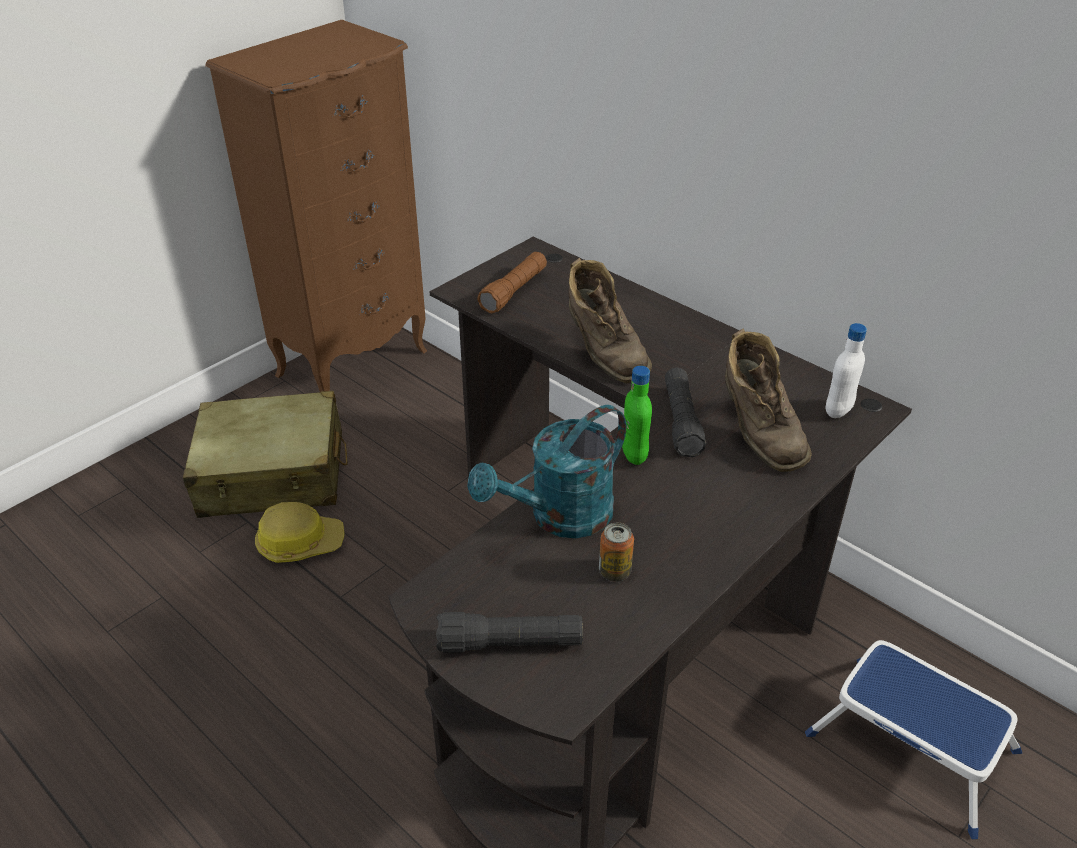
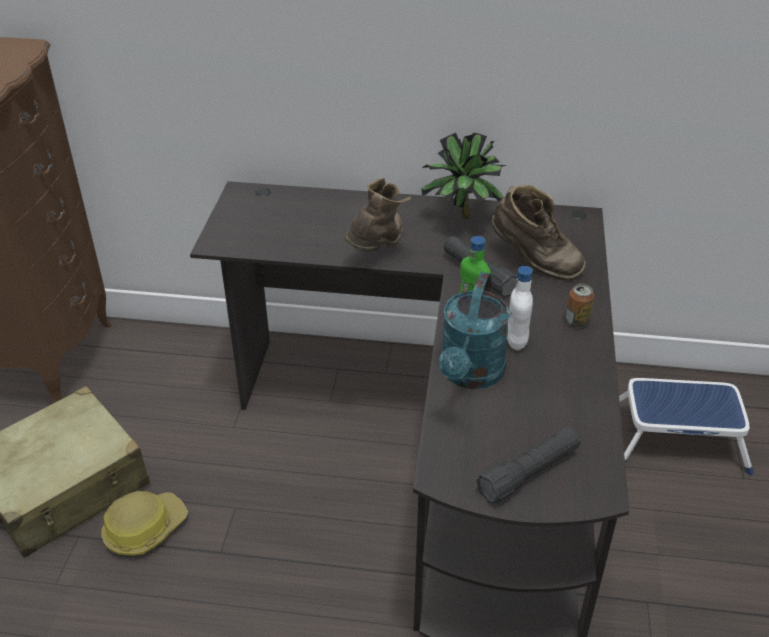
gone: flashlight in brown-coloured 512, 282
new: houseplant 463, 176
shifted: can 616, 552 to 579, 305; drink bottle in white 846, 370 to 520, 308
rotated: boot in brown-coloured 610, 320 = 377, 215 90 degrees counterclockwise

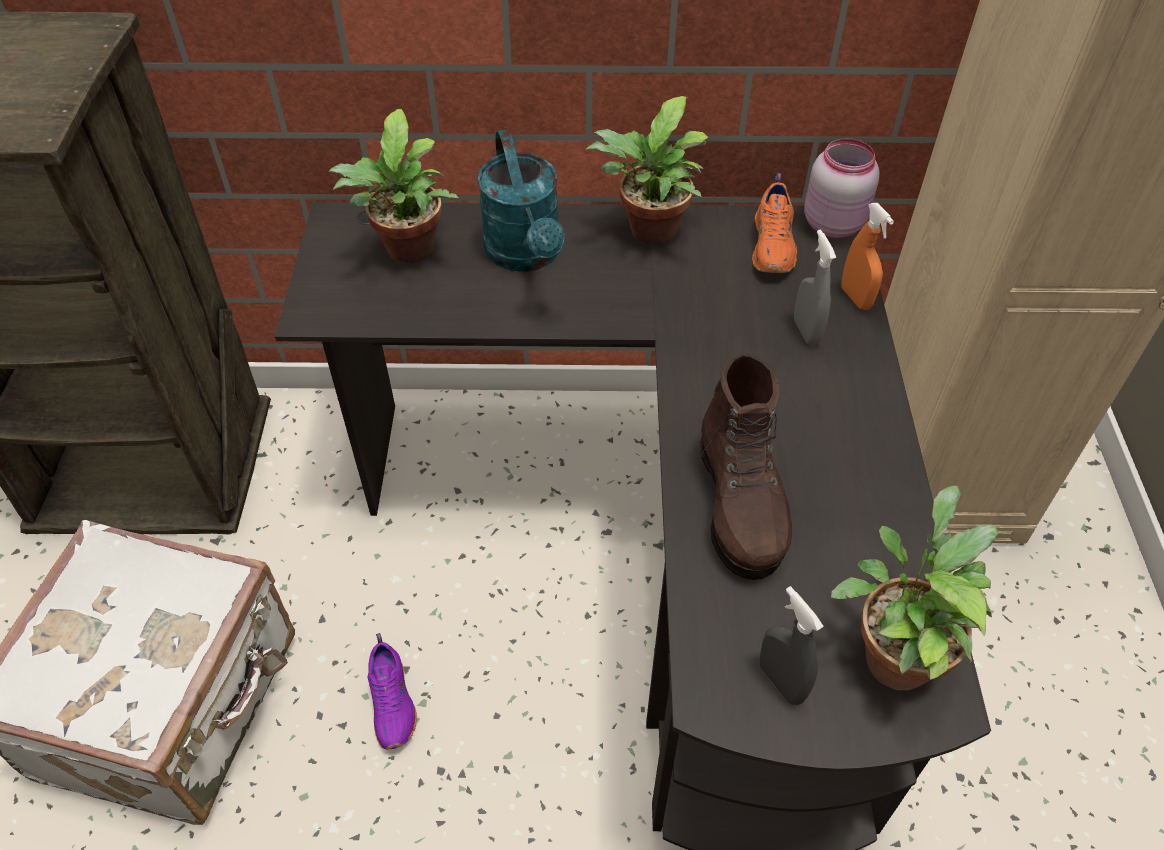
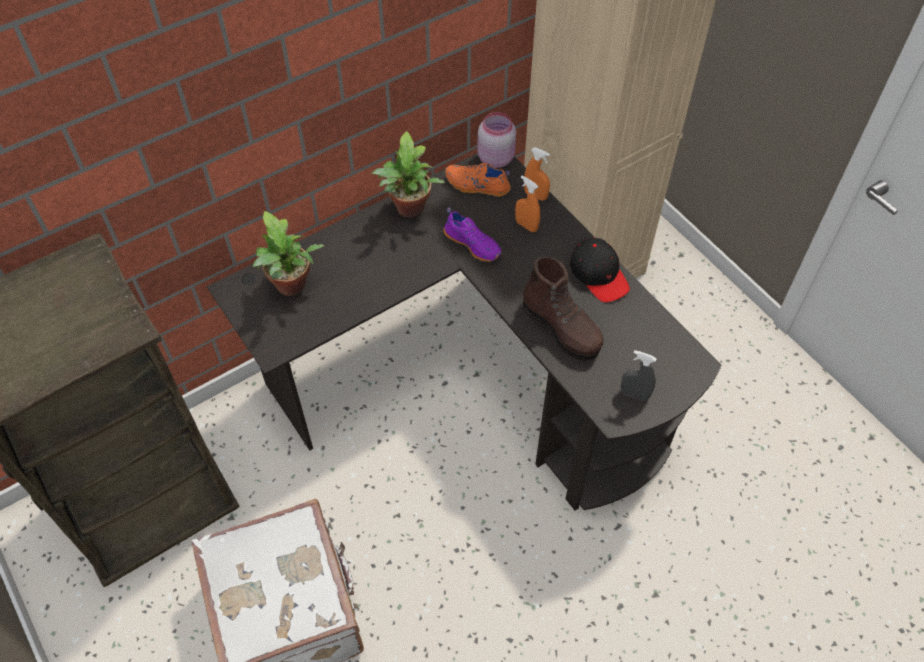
gone: watering pot in turquoise-coloured 521, 200; houseplant 914, 588
new: baseball cap in black 600, 270
shifted: item of footwear in purple 392, 691 to 473, 235
repainted: hand sprayer in grey 815, 287 to hand sprayer in orangey 527, 204
rotated: item of footwear in orangey 774, 223 = 478, 180 135 degrees clockwise

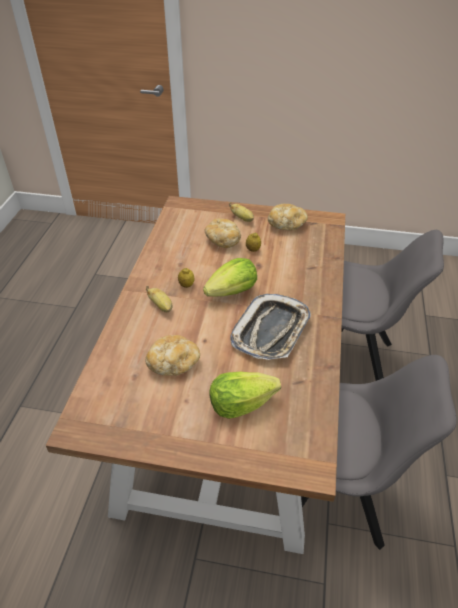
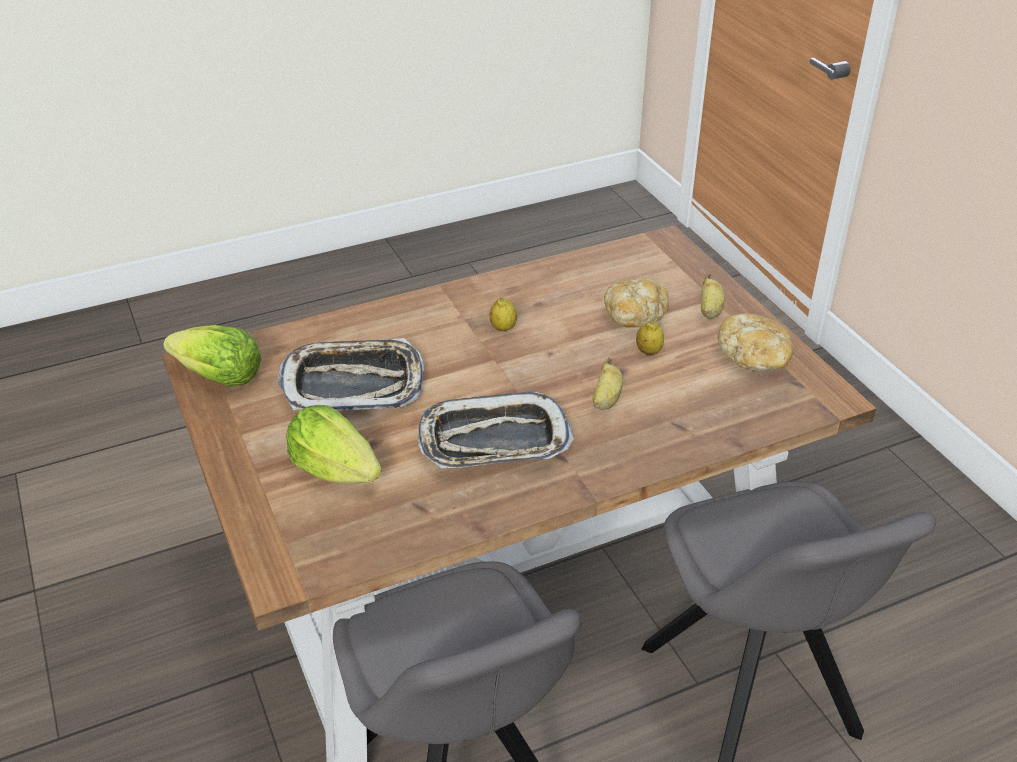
shifted: banana 159, 299 to 608, 383; lettuce head 230, 277 to 212, 356
swapped: baked bread 172, 355 to tray 351, 374

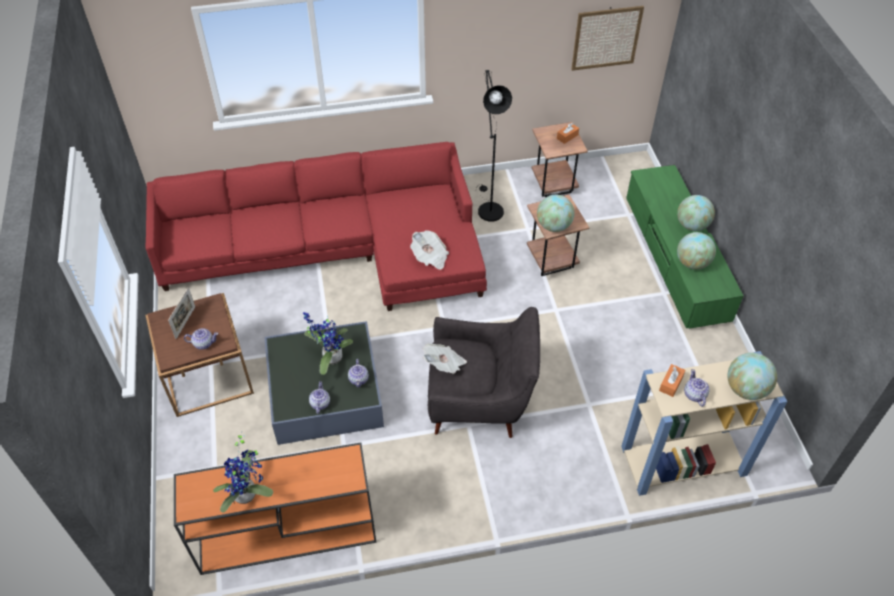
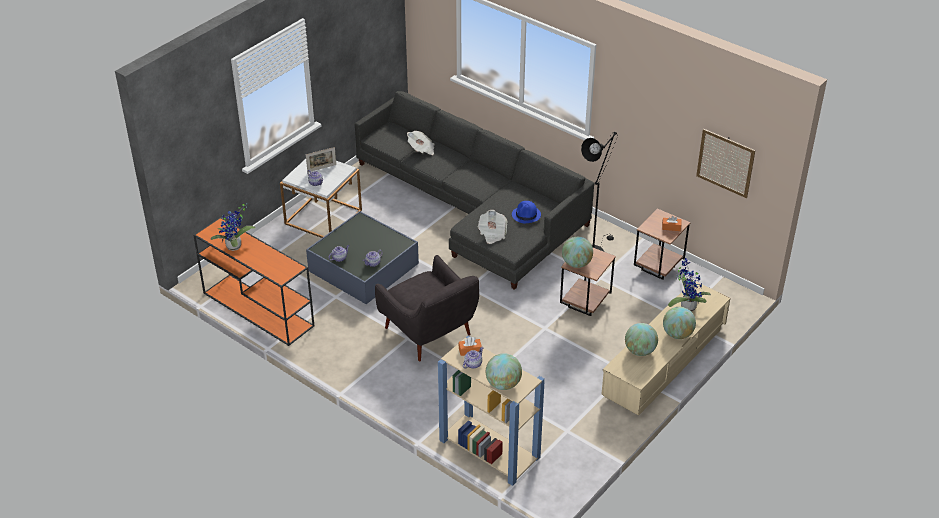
new: clothing hat in bluish 526, 212
shifted: houseplant 328, 343 to 689, 285; daily paper 444, 359 to 421, 143
repainted: end table in brown-coloured 199, 355 to end table in white 321, 198; sofa in reddish 316, 226 to sofa in grey 474, 190; tv unit in green 685, 247 to tv unit in beige-coloured 666, 348

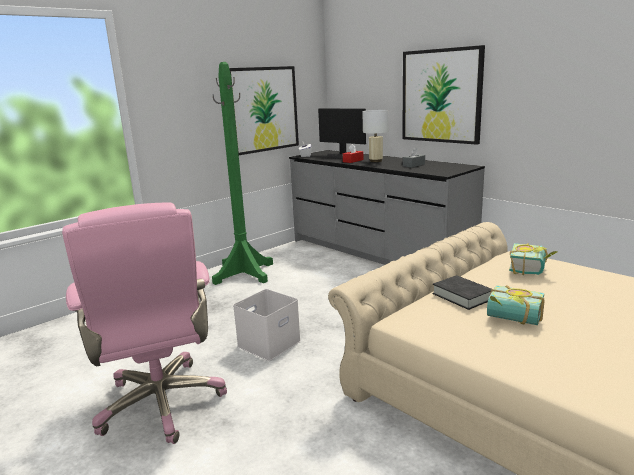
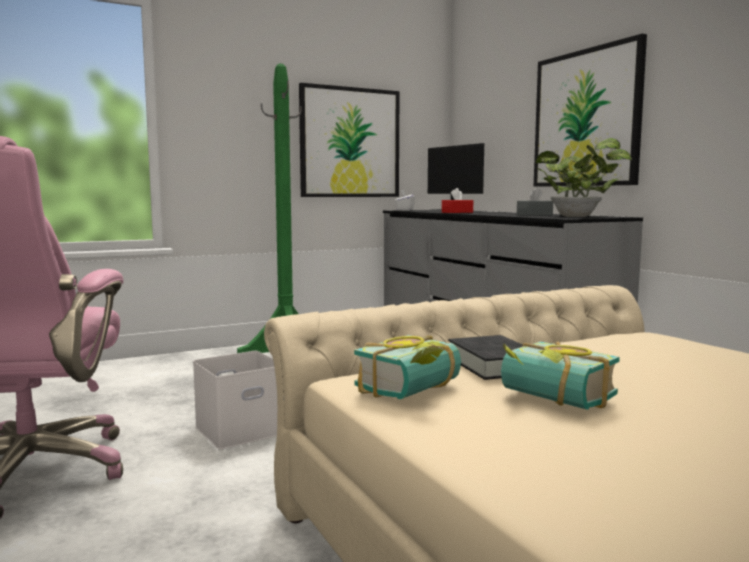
gone: table lamp in white 376, 136
new: houseplant 584, 177
shifted: volume 533, 259 to 407, 367

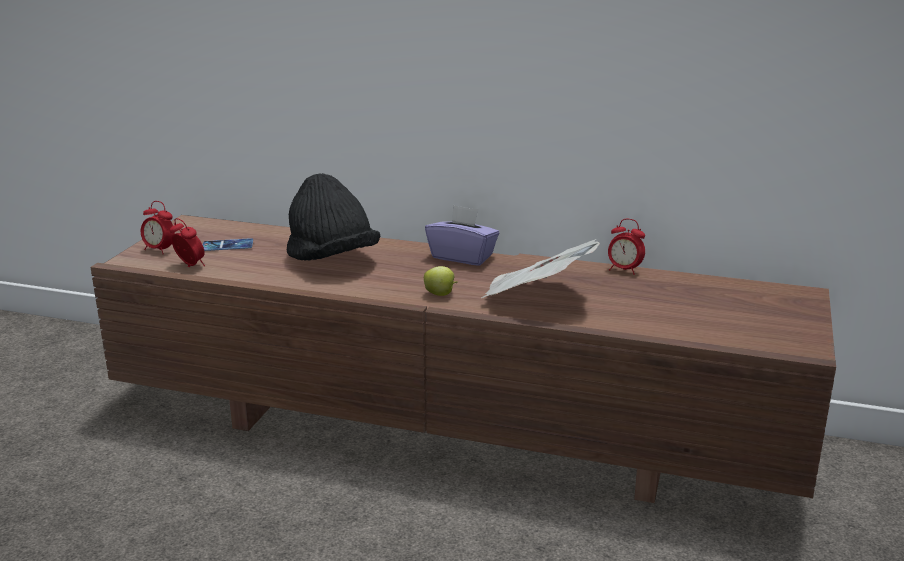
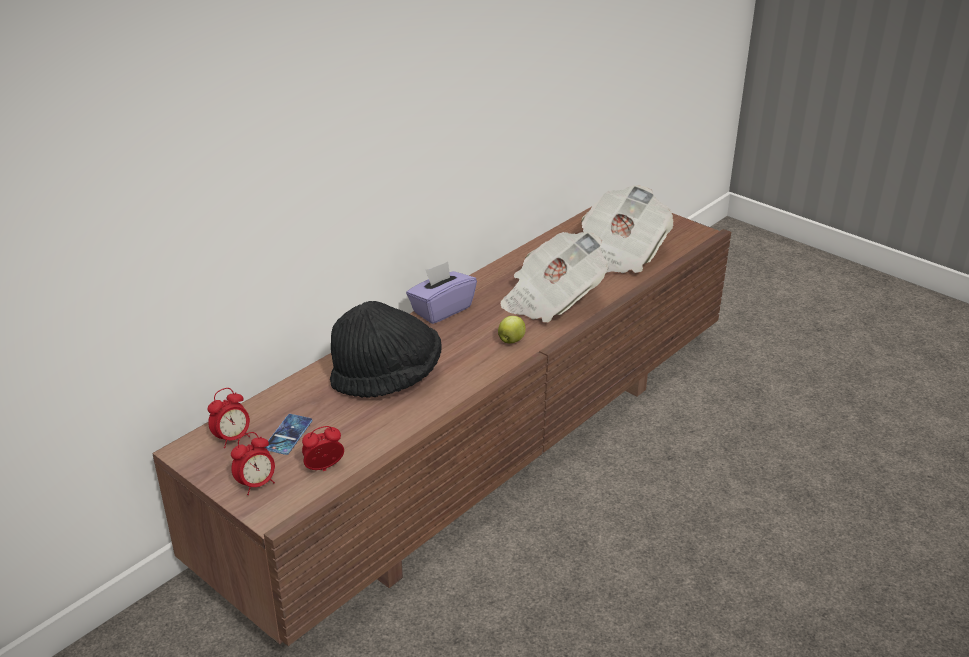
new: daily paper 627, 229
shifted: table clock 626, 247 to 229, 418

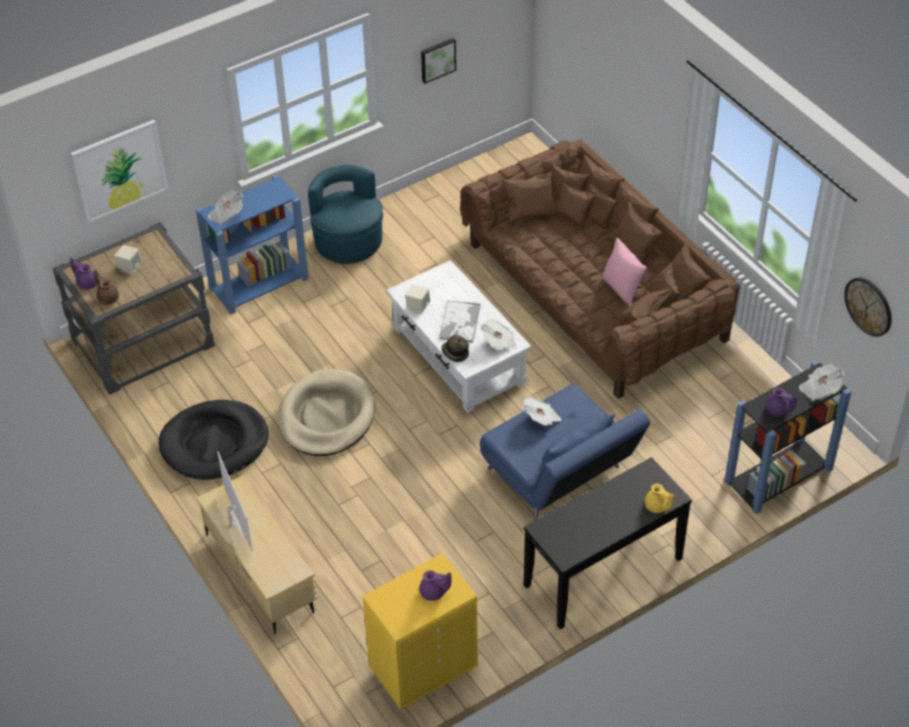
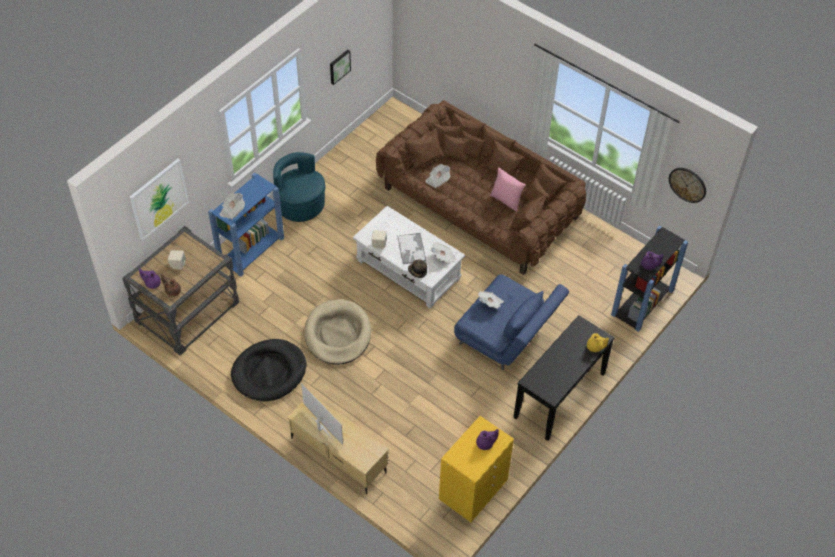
shifted: daily paper 821, 382 to 438, 176

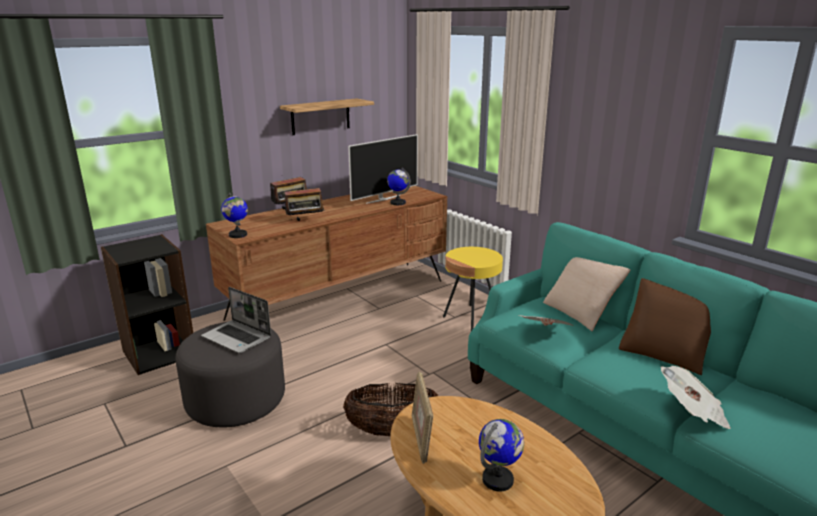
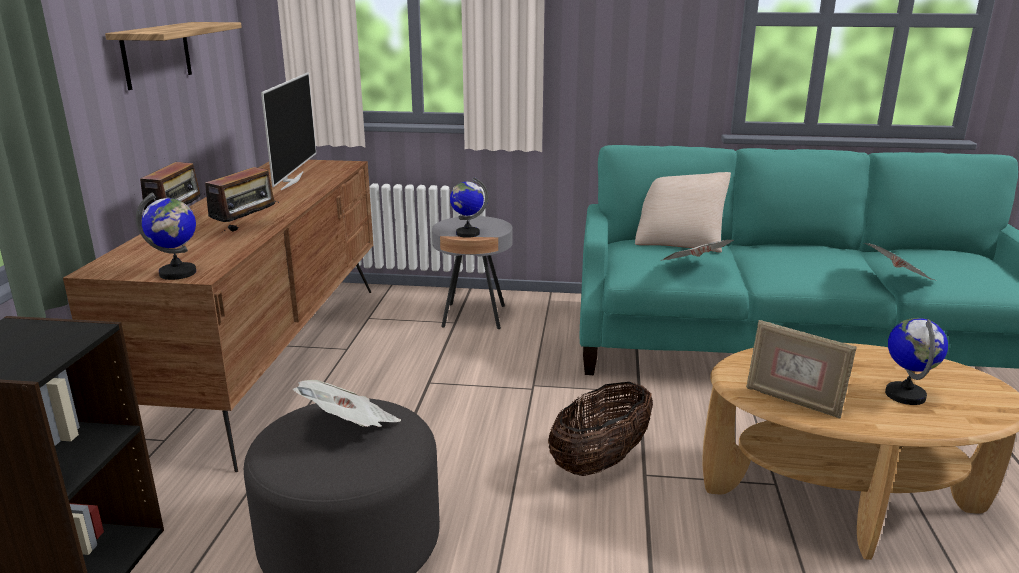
gone: throw pillow in brown-coloured 665, 326
shifted: desk globe 399, 186 to 469, 207
swapped: laptop 236, 320 to daily paper 346, 403
repainted: end table in yellow-coloured 473, 289 to end table in grey 472, 272

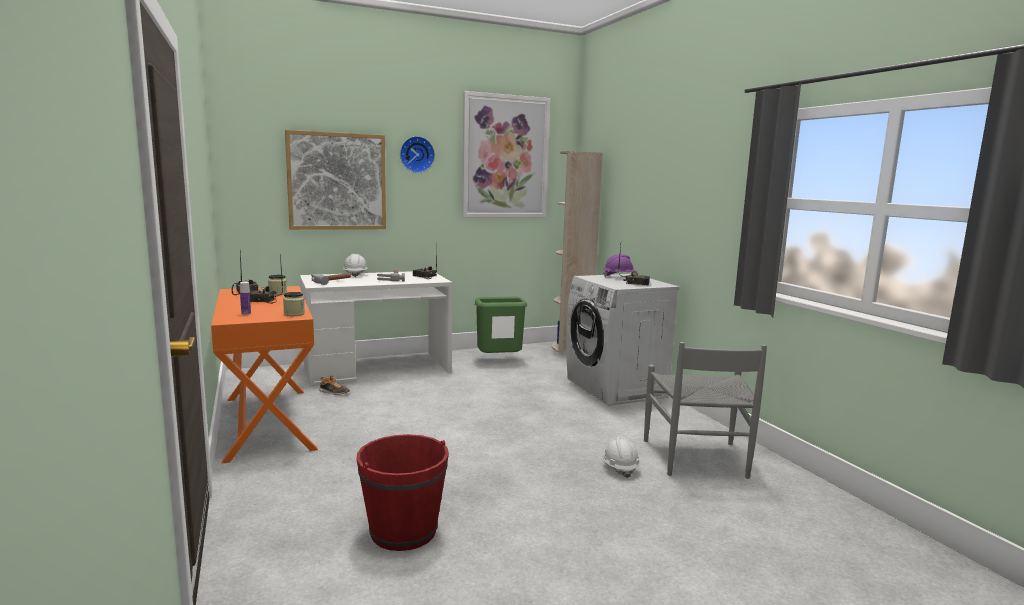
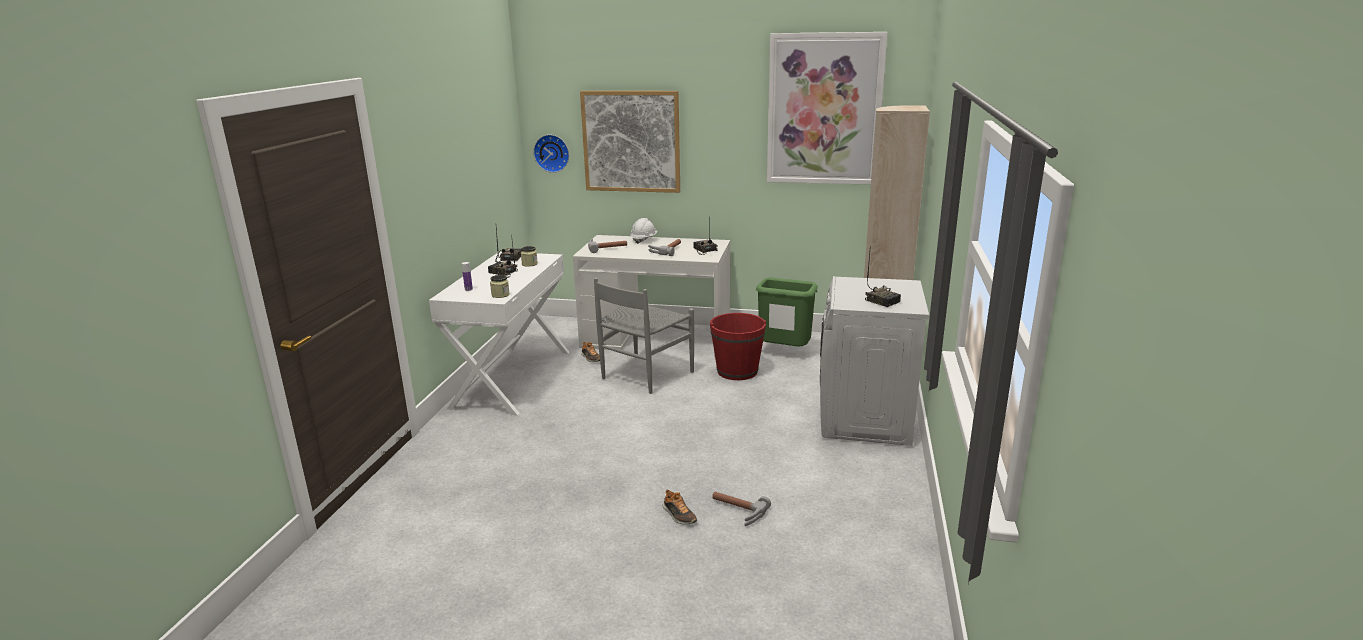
gone: hard hat in purple 620, 265
new: item of footwear 680, 506
shifted: pail in reddish 402, 492 to 738, 346; clock on the wall 417, 154 to 551, 154; chair in grey 705, 410 to 644, 336
swapped: hard hat in white 621, 457 to tool hammer 741, 509
repainted: desk in orangey 264, 375 to desk in white 499, 334

